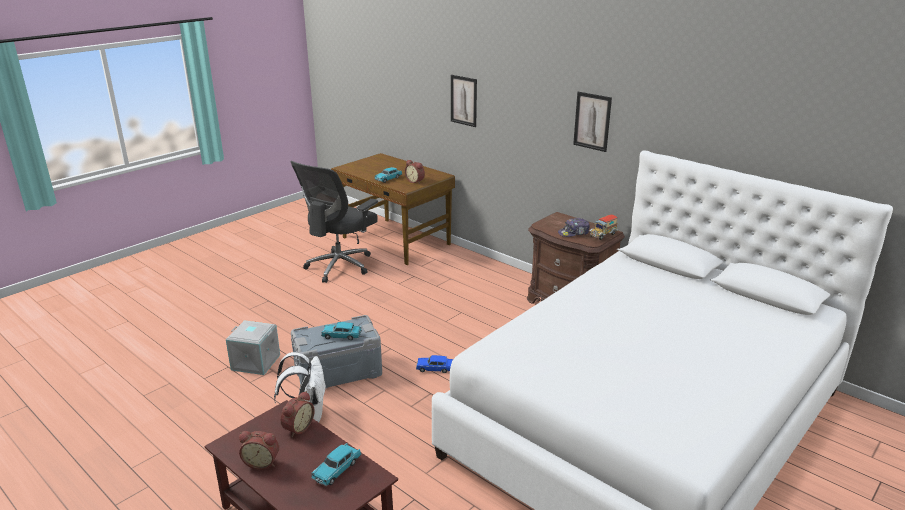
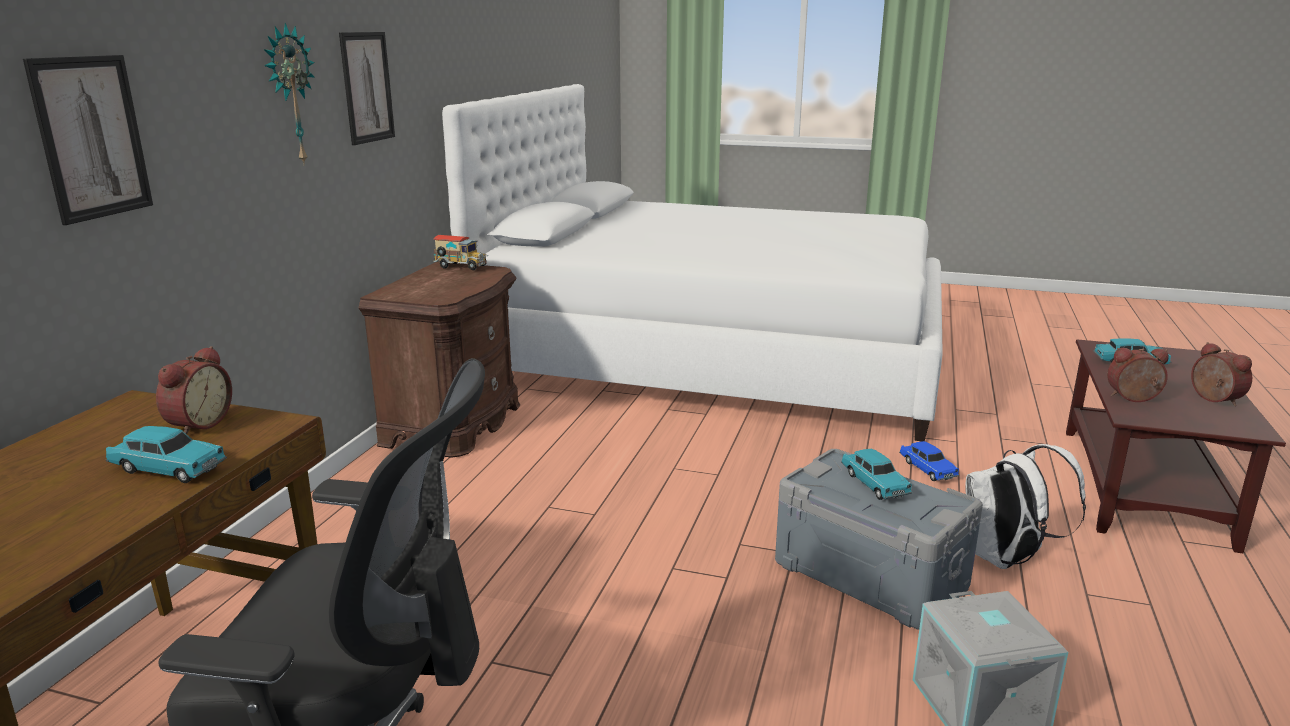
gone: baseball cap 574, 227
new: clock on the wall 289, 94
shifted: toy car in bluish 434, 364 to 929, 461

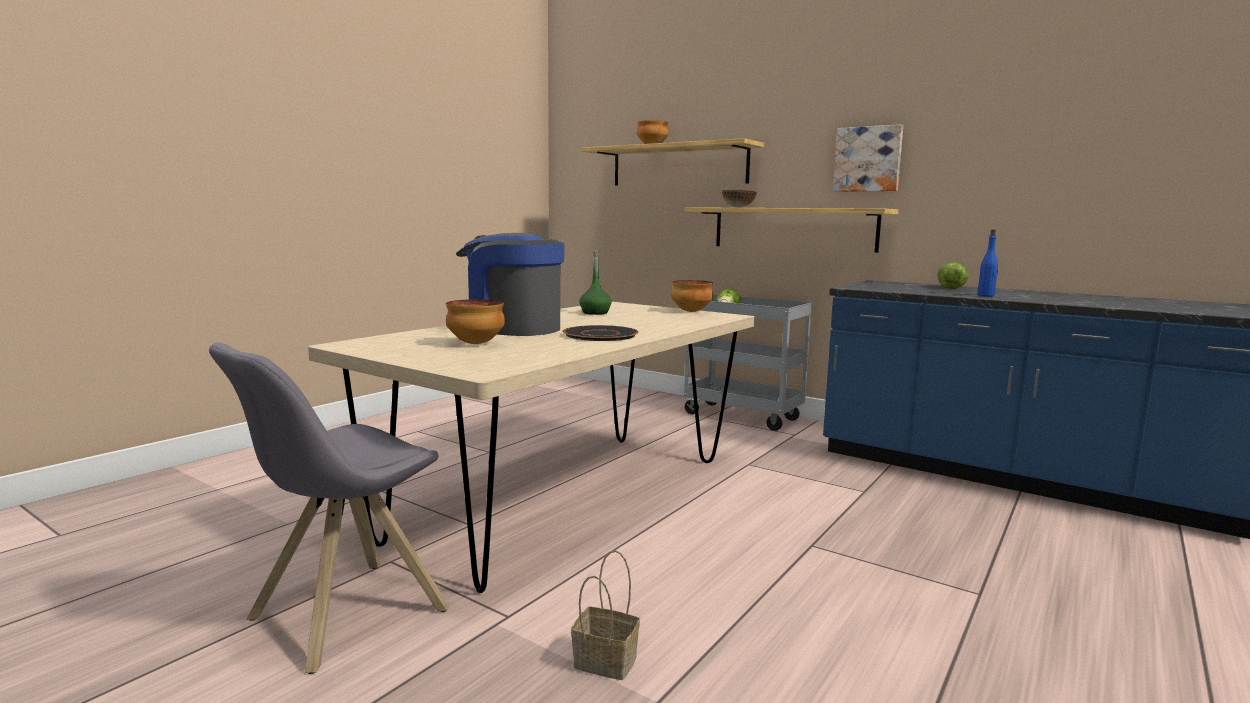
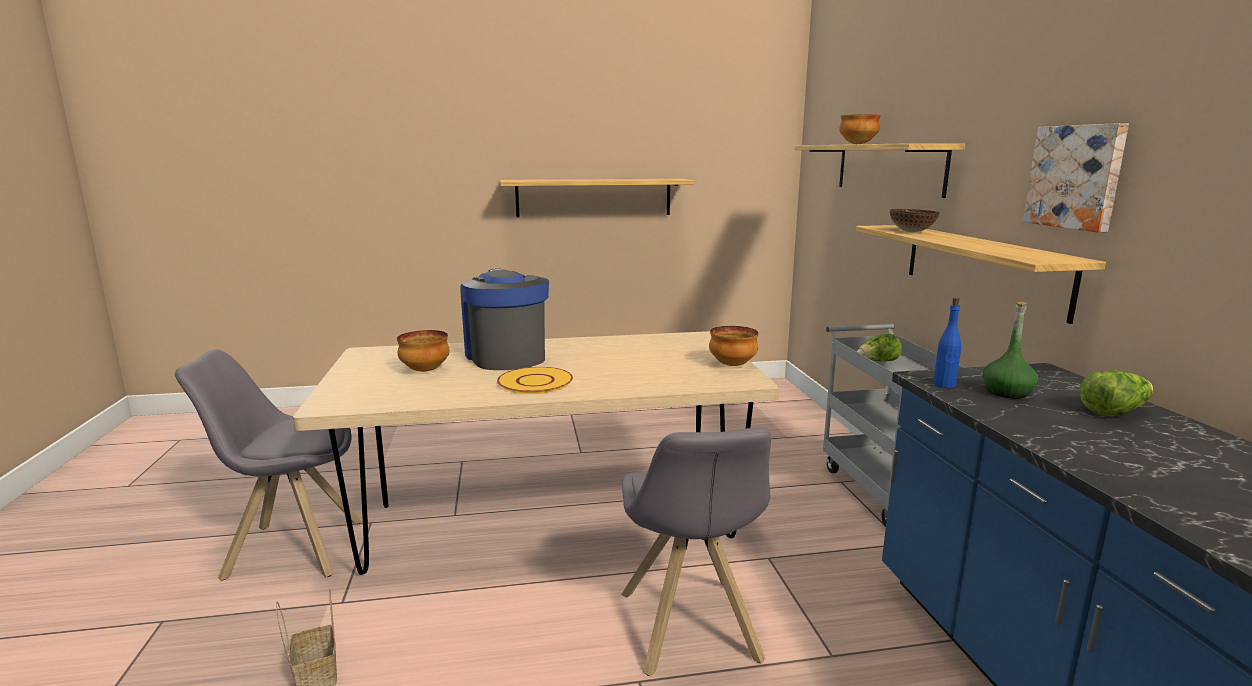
new: shelf 597, 198; chair in grey 696, 551
shifted: drink bottle in green 595, 283 to 1010, 350; drink bottle in bluish 988, 263 to 947, 342
repainted: flat dish in black 600, 333 to flat dish in yellow-coloured 535, 380

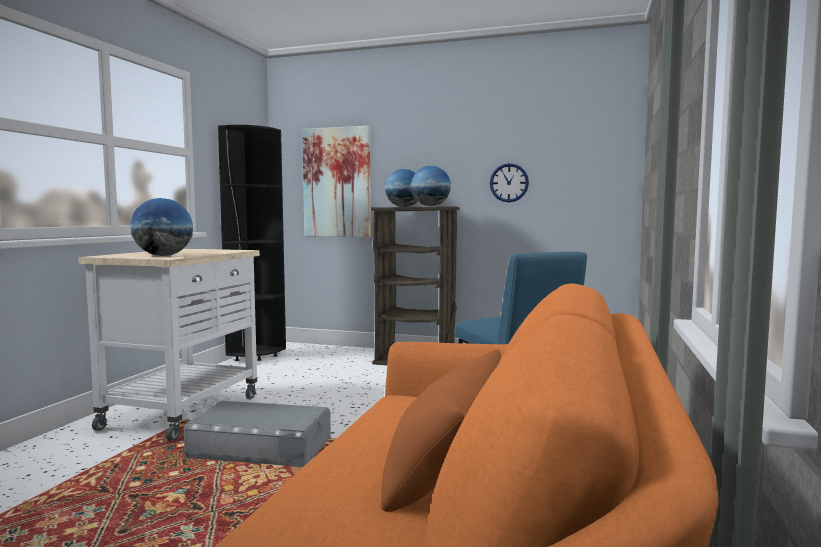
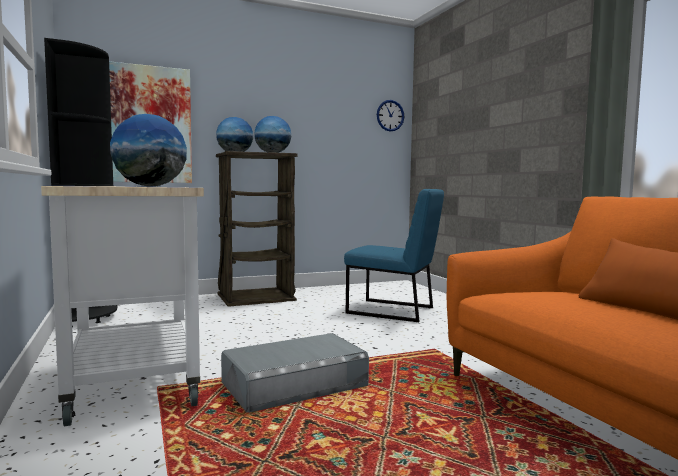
shifted: clock on the wall 509, 182 to 390, 115

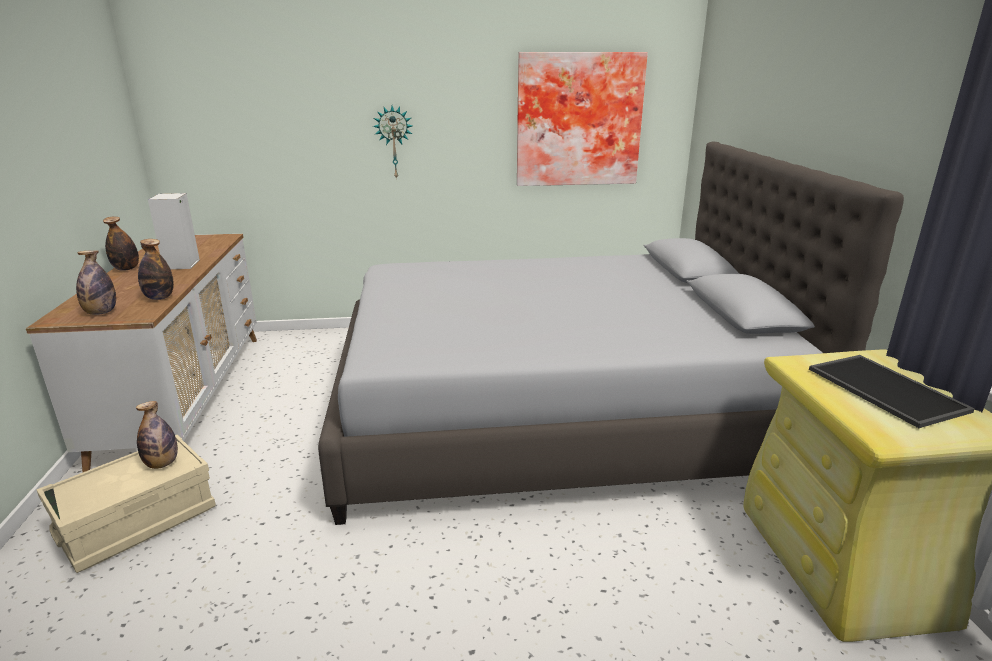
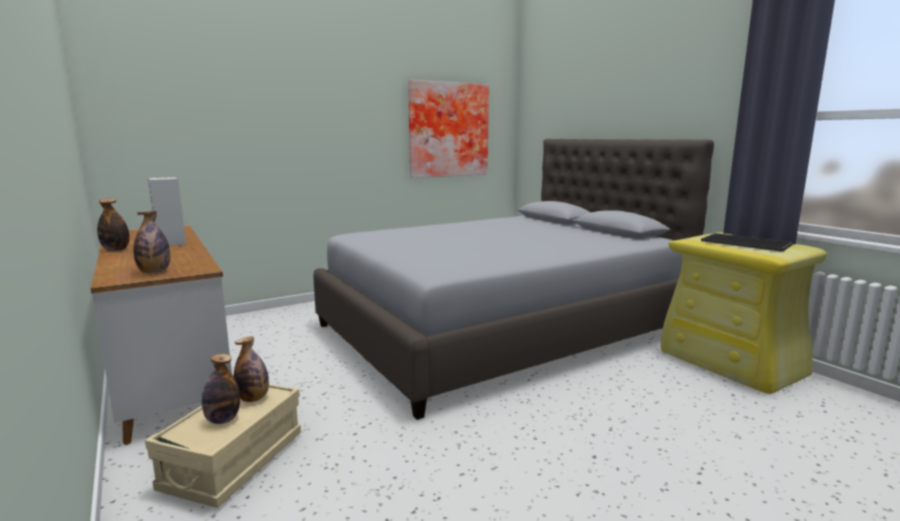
gone: clock on the wall 392, 143
shifted: drink bottle 156, 269 to 221, 389

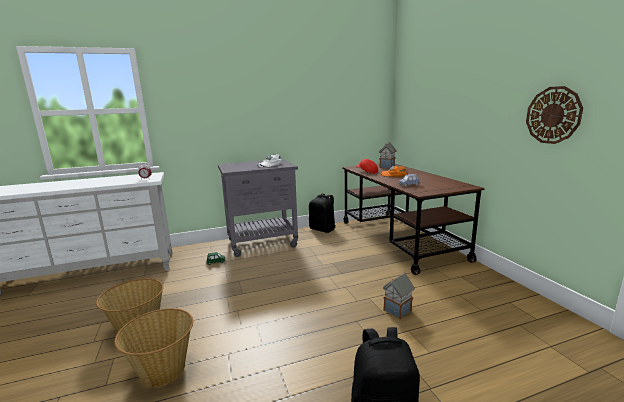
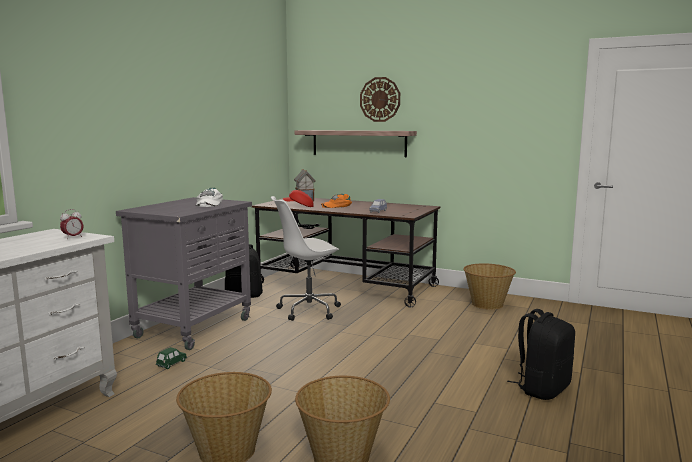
gone: model house 399, 295
new: desk chair in white 306, 258; shelf 356, 143; storage basket 489, 286
shifted: clock on the wall 554, 115 to 380, 99

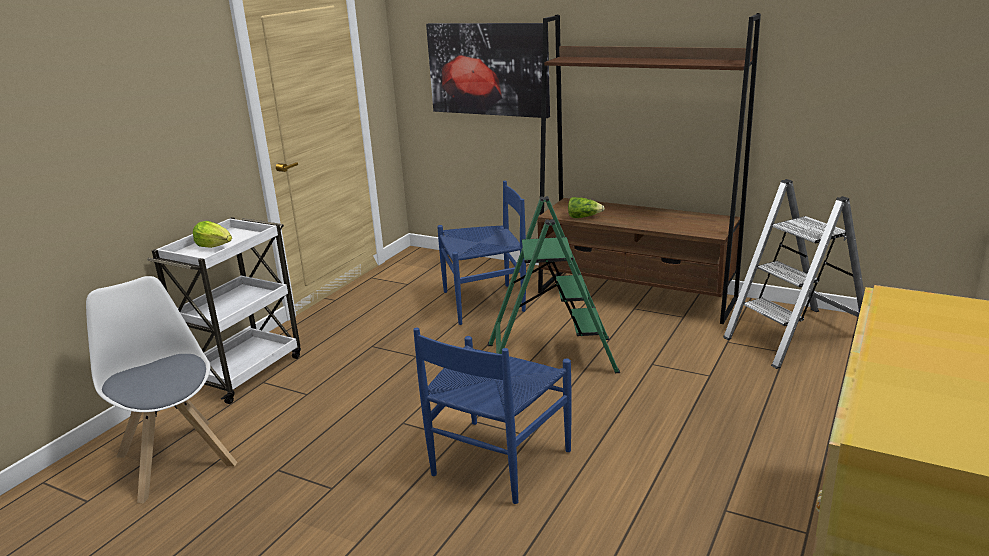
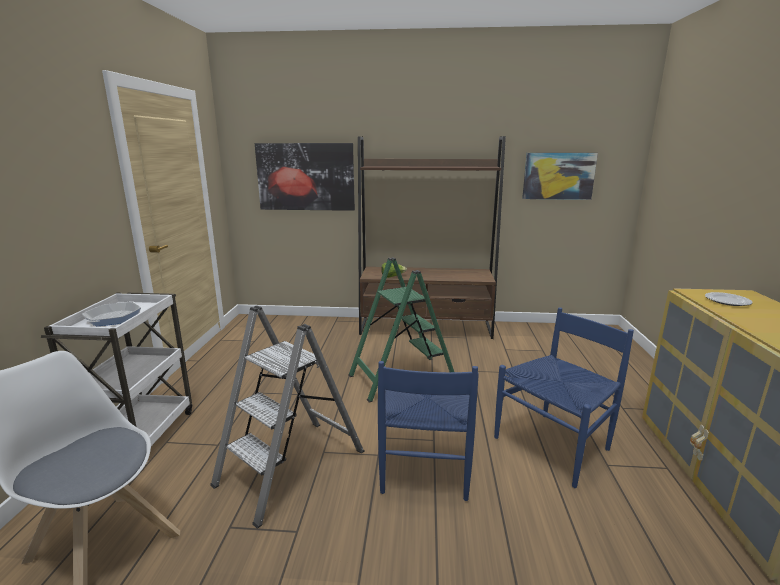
new: picture 560, 176; flat dish 729, 299
shifted: chair in bluish 481, 253 to 564, 397; step stool in grey 793, 274 to 287, 417
swapped: lettuce head 212, 234 to skillet 111, 313

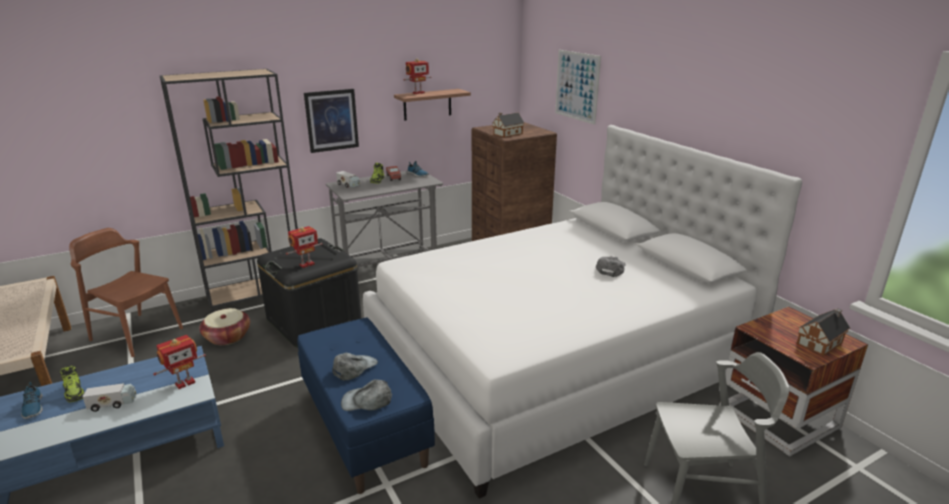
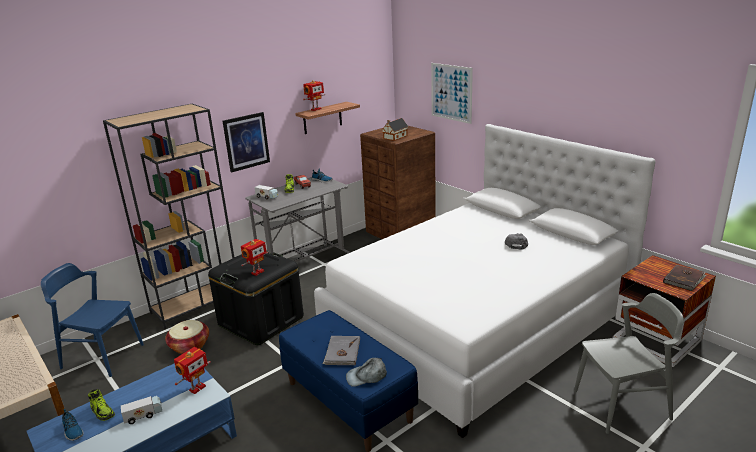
swapped: baseball cap in grey 355, 367 to volume in grey 341, 350; model house 823, 332 to volume in brown-coloured 685, 277
repainted: chair in brown-coloured 126, 292 to chair in bluish 92, 320

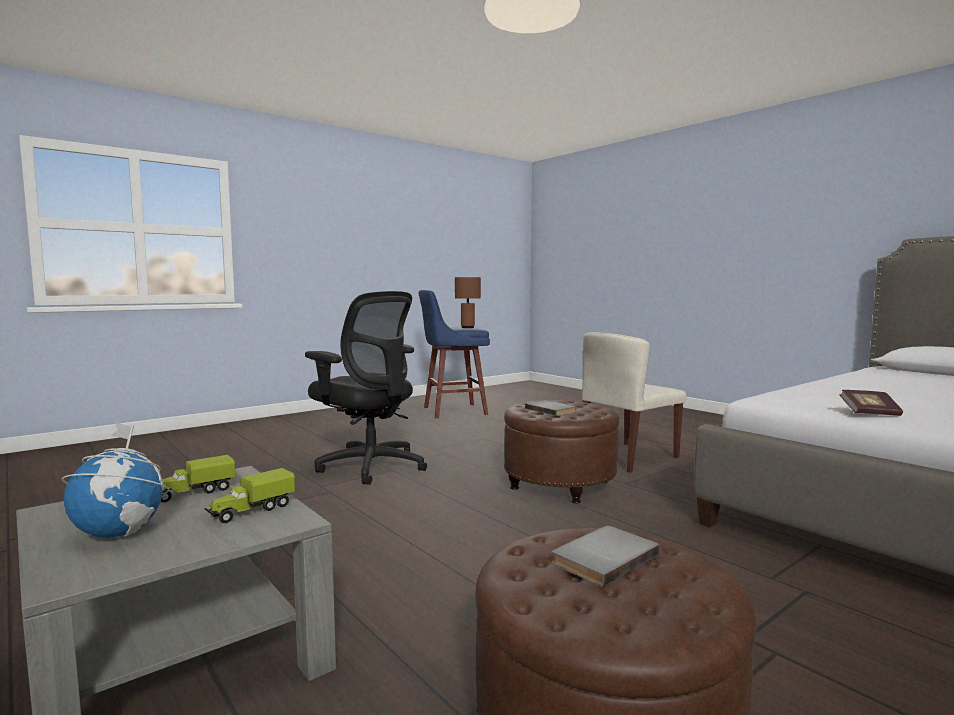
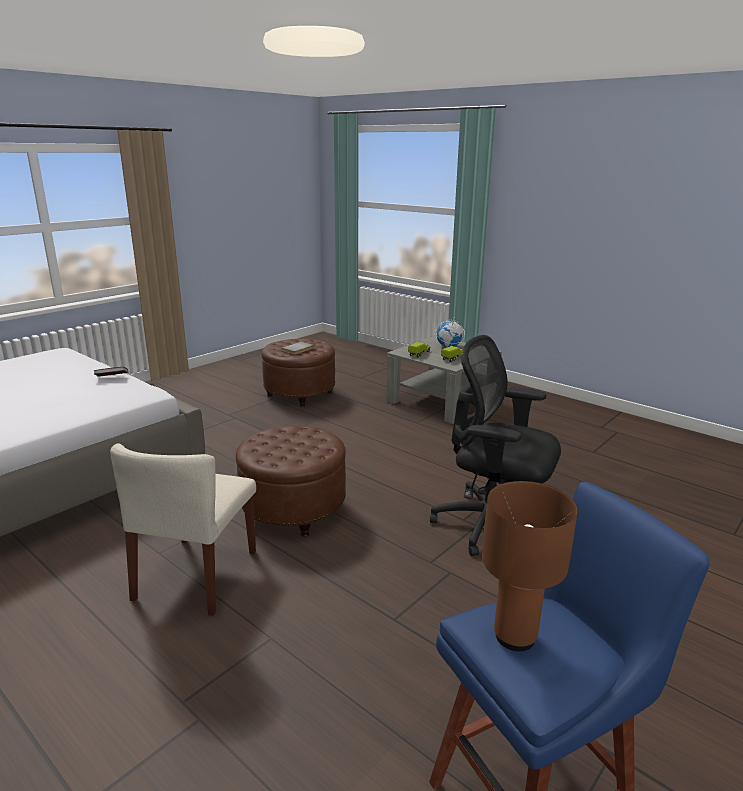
gone: volume in grey 550, 408
rotated: chair in beige-coloured 634, 402 = 183, 530 150 degrees clockwise

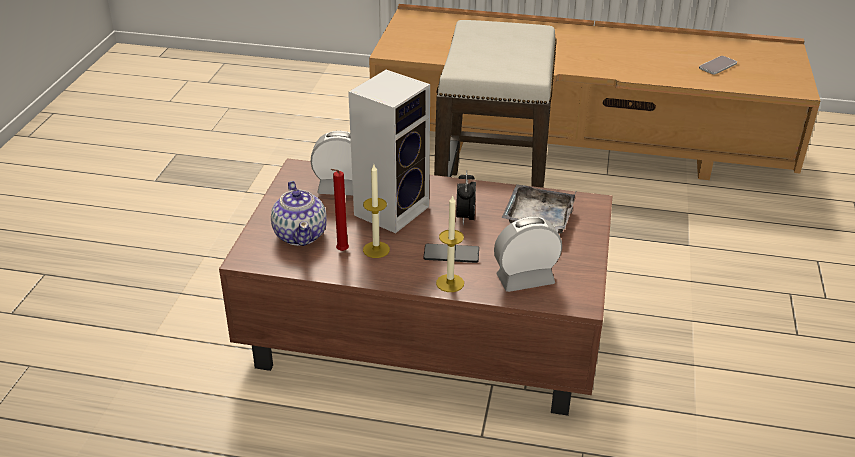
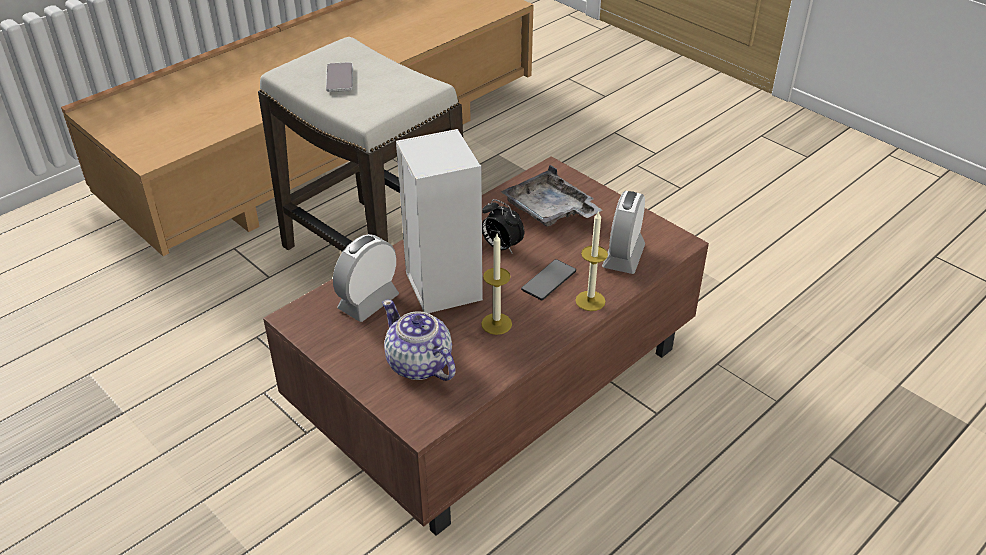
gone: candle in reddish 340, 210
shifted: handset 718, 65 to 339, 77
rotated: teapot 299, 213 = 419, 340 150 degrees counterclockwise

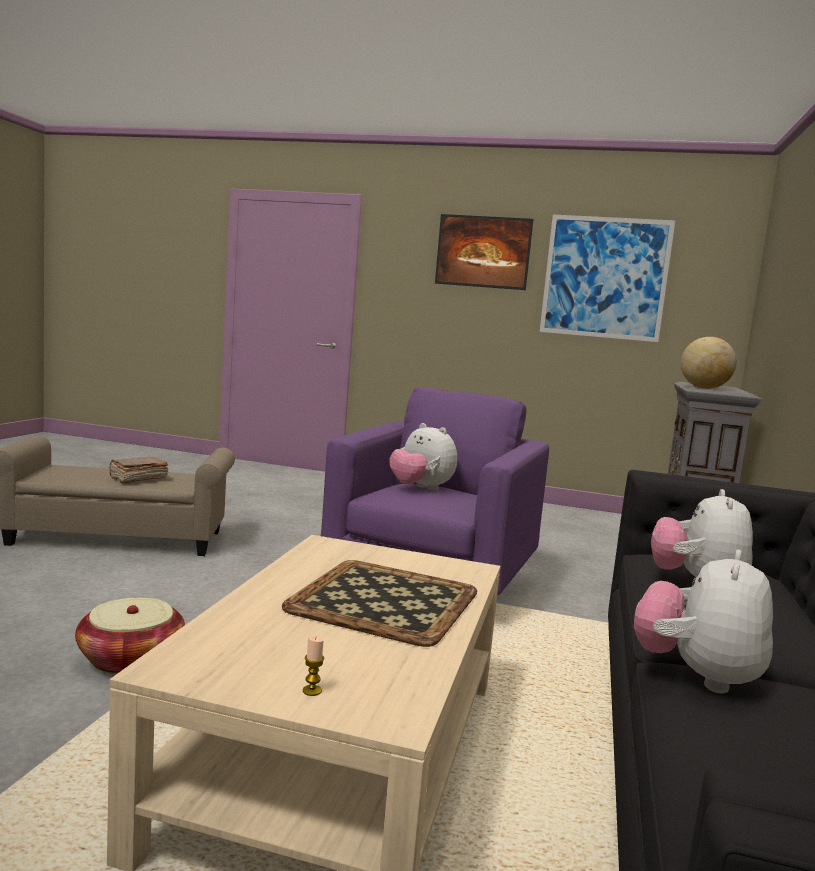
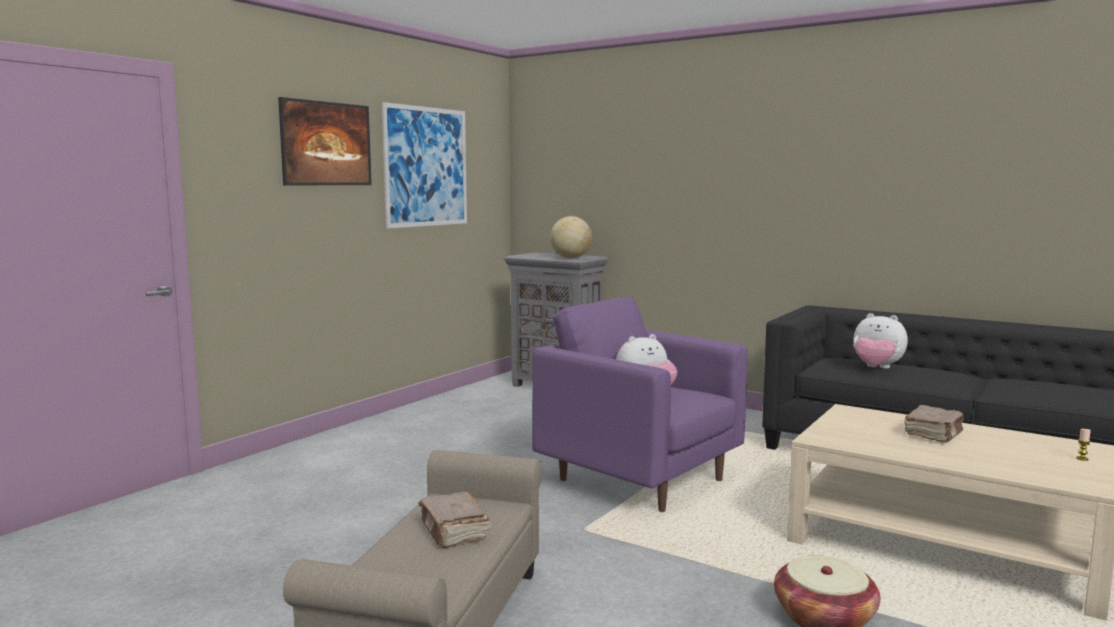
gone: cuddly toy 703, 621
swapped: tray 379, 603 to volume in brown-coloured 934, 423

